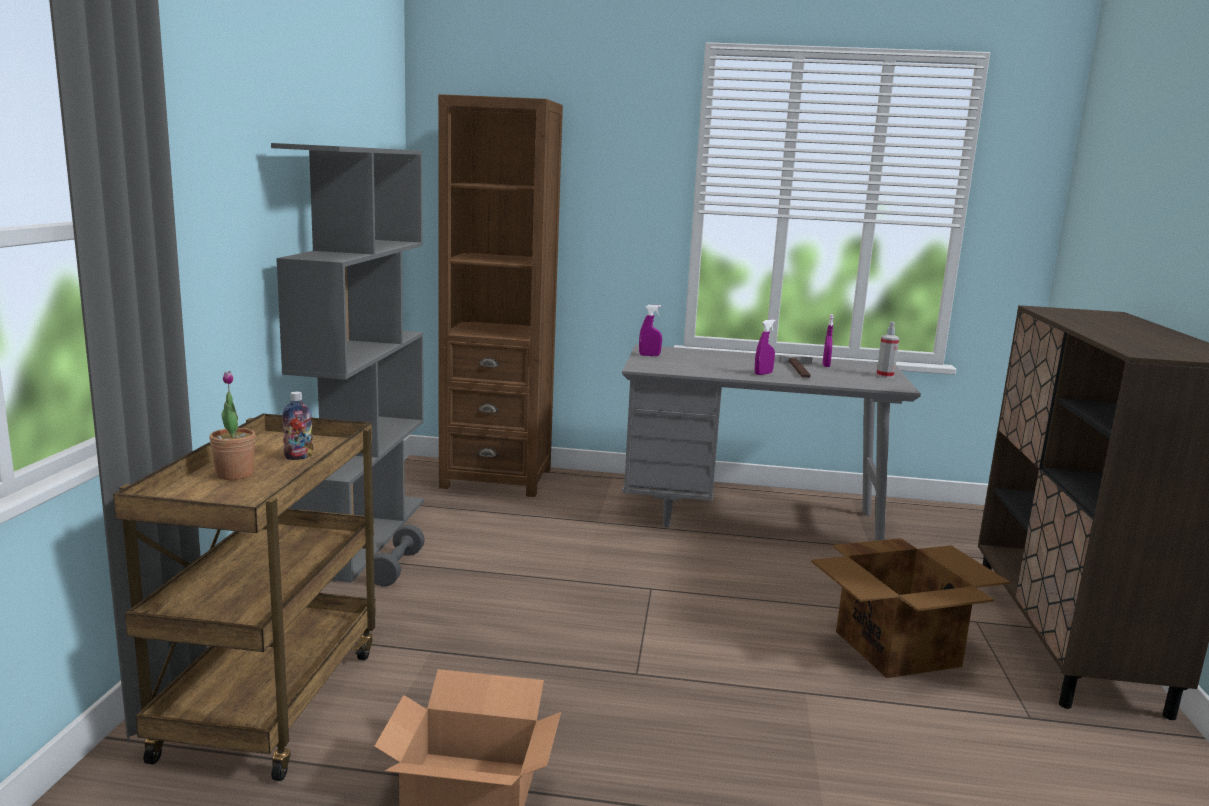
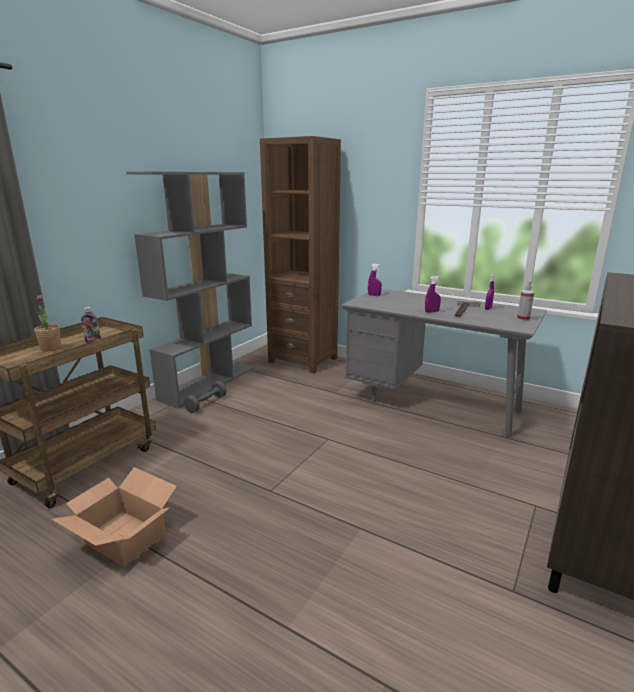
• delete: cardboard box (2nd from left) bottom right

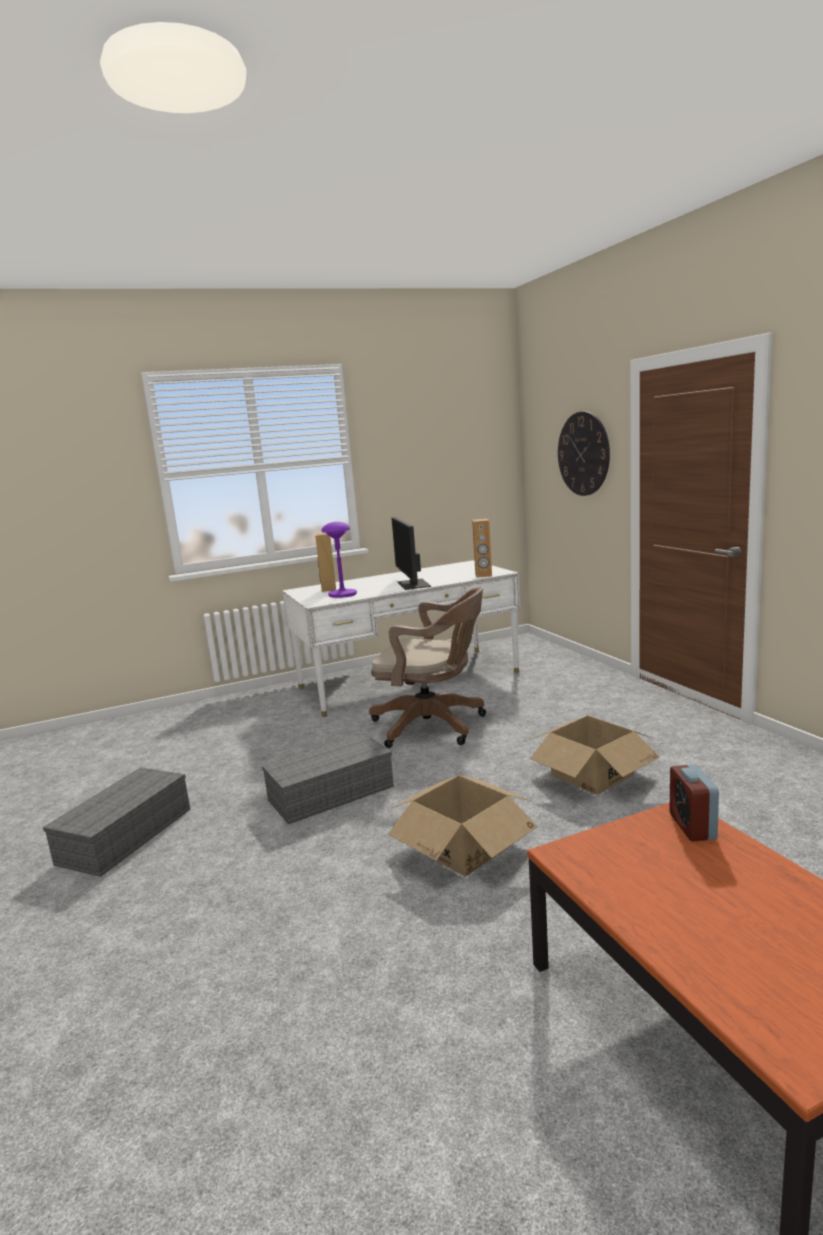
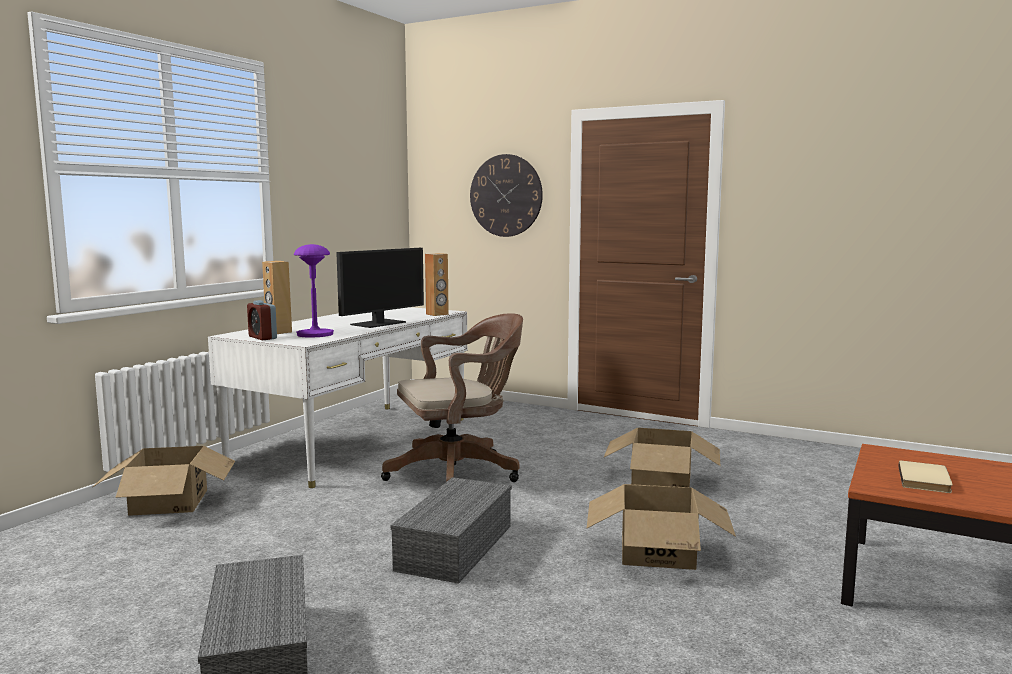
• rotate: monitor centre = centre 90 degrees counterclockwise
• move: alarm clock middle right to middle left
• insert: cardboard box (1st from left) bottom left
• insert: book in beige bottom right

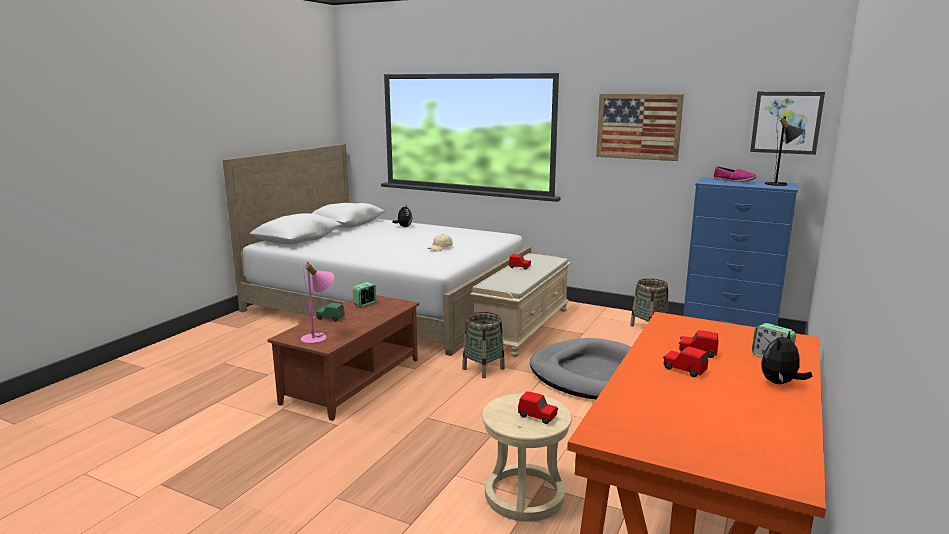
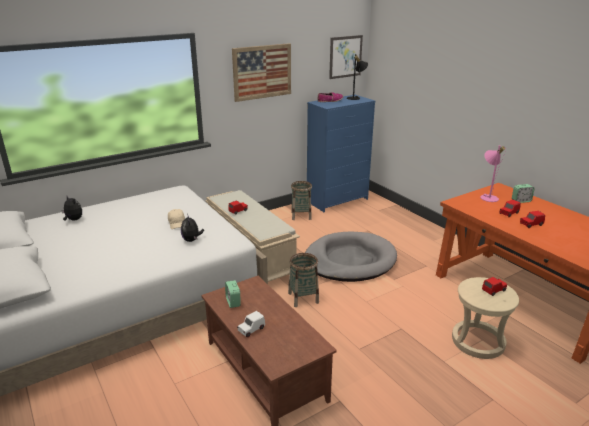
• move: table lamp in pink centre to middle right
• recolor: toy car in green centre to toy car in white bottom centre
• move: plush toy (2nd from left) bottom right to middle left

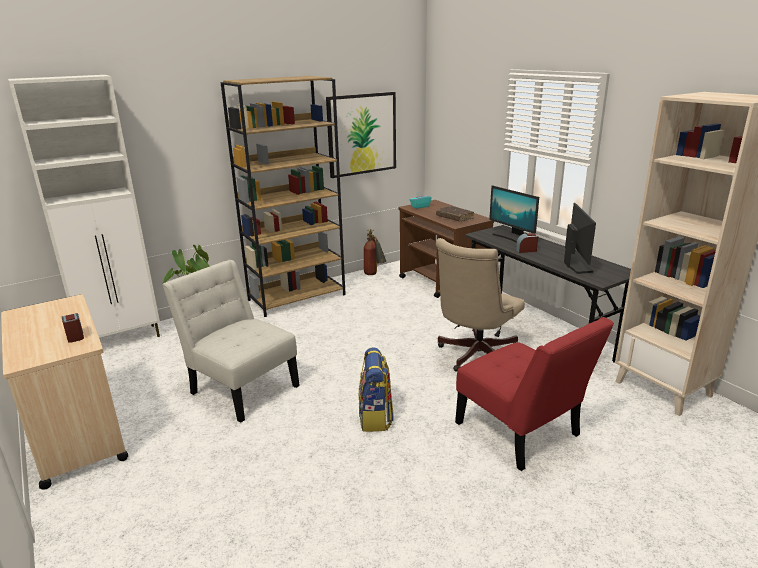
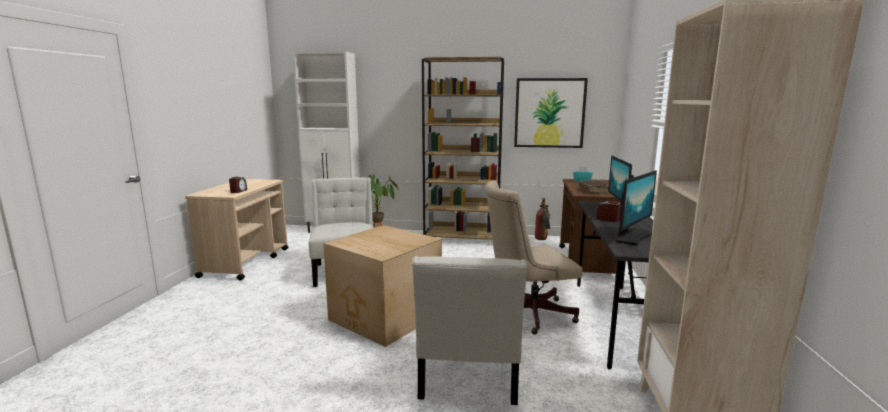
• replace: backpack bottom centre to cardboard box bottom centre
• recolor: chair in red bottom right to chair in white (2nd from left) bottom centre

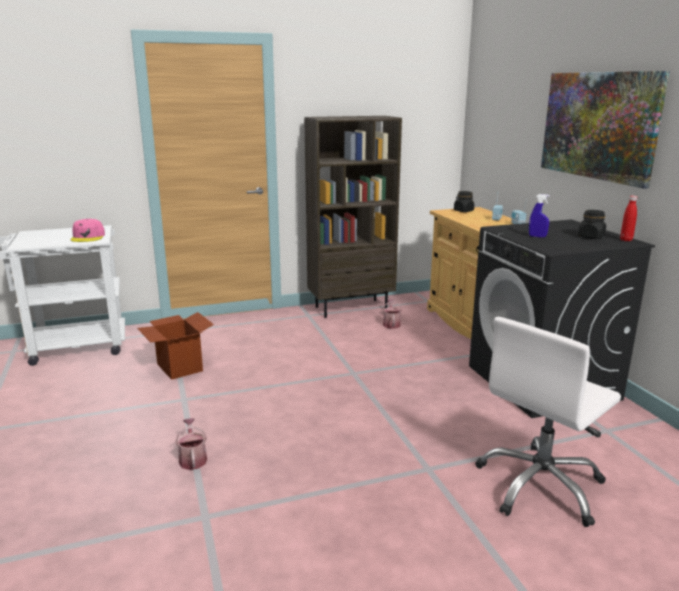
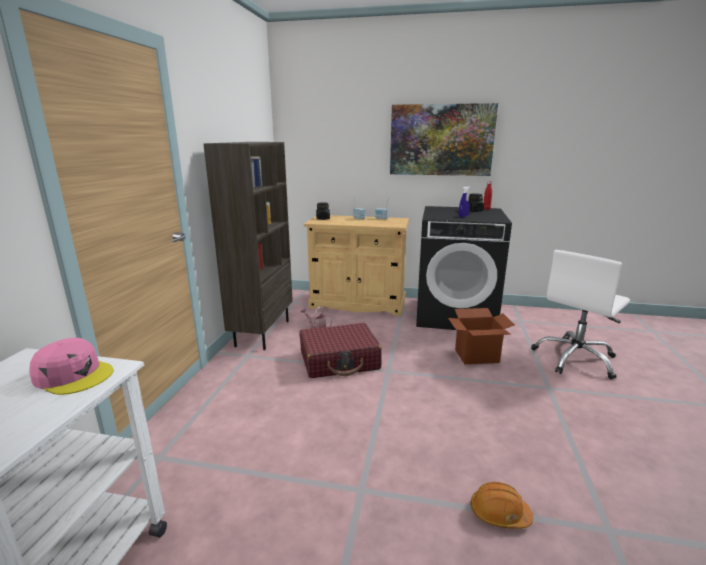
• move: cardboard box middle left to middle right
• replace: watering can (1st from left) bottom left to hard hat in orange bottom right
• rotate: office chair in white bottom right = middle right 60 degrees clockwise
• insert: suitcase in red centre

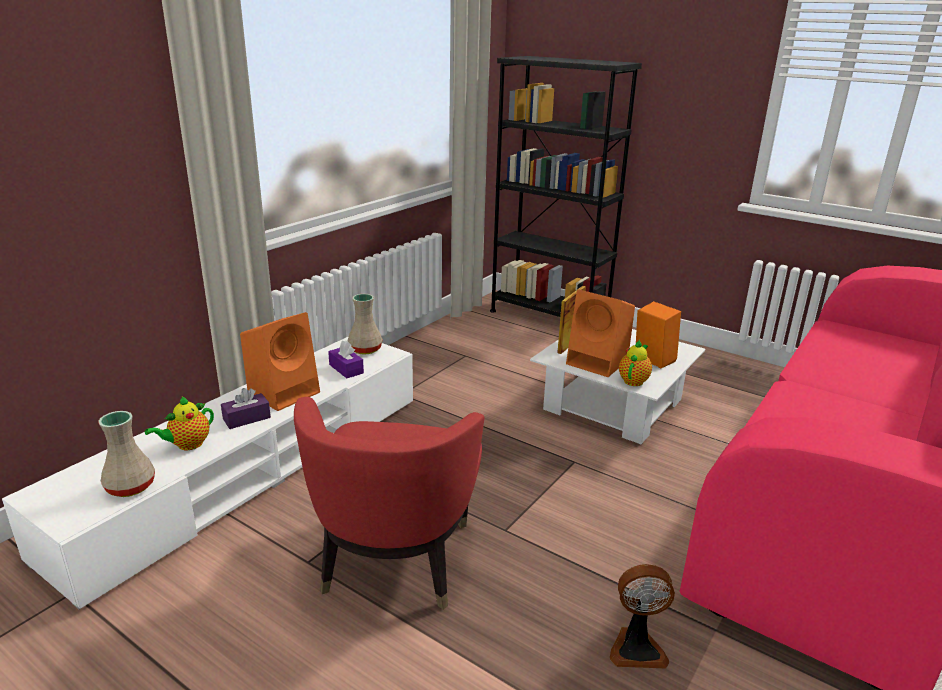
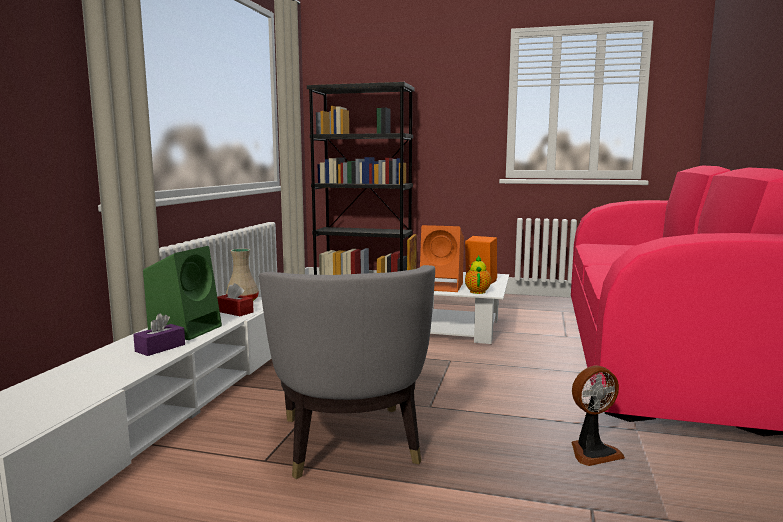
• delete: vase in beige (1st from left) middle left
• delete: teapot (1st from left) middle left
• recolor: speaker in orange (1st from left) middle left to speaker in green middle left
• recolor: armchair in red bottom centre to armchair in grey bottom centre
• recolor: tissue box in purple (2nd from left) centre to tissue box in red middle left

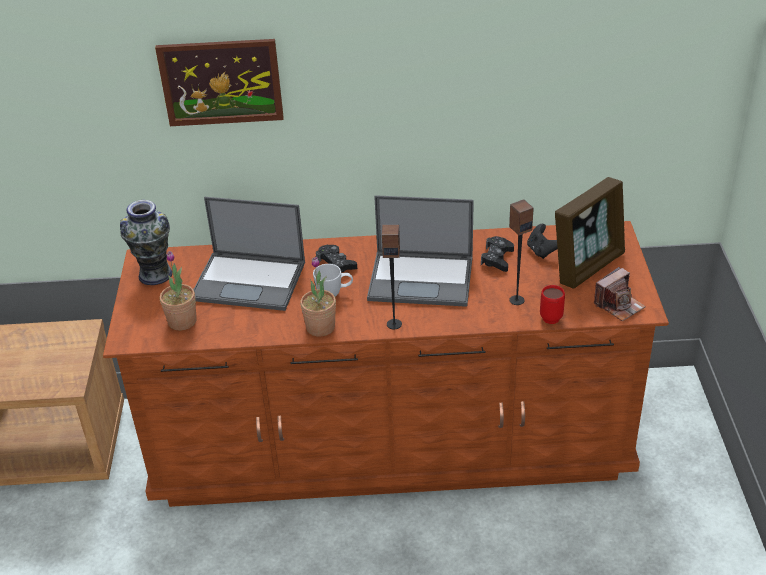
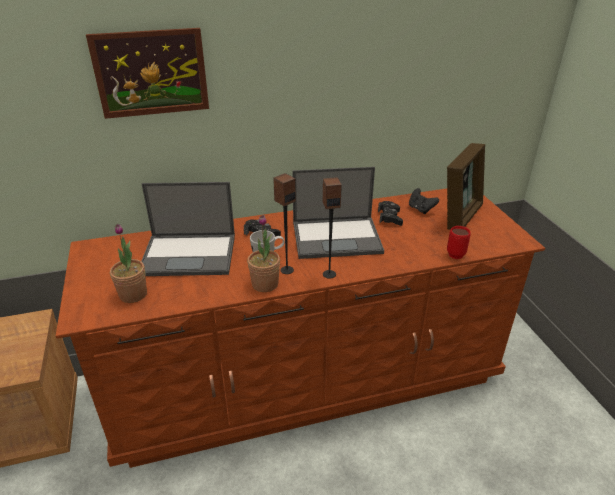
• delete: vase middle left
• move: speaker (2nd from left in the first image) middle right to speaker (1st from left) centre
• delete: photo camera middle right

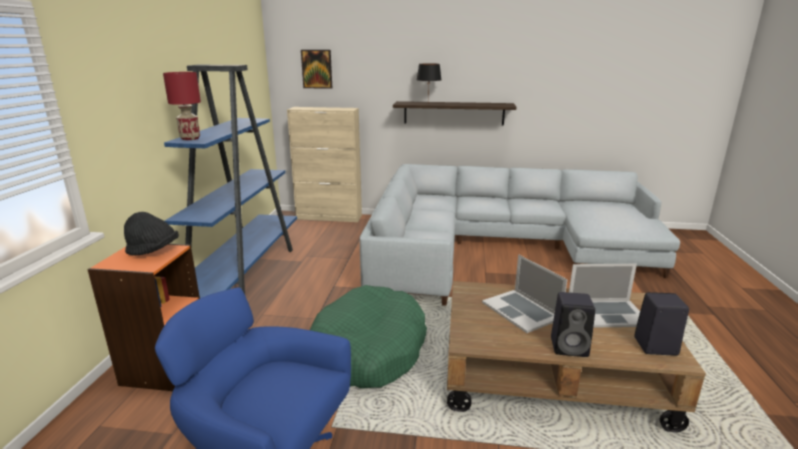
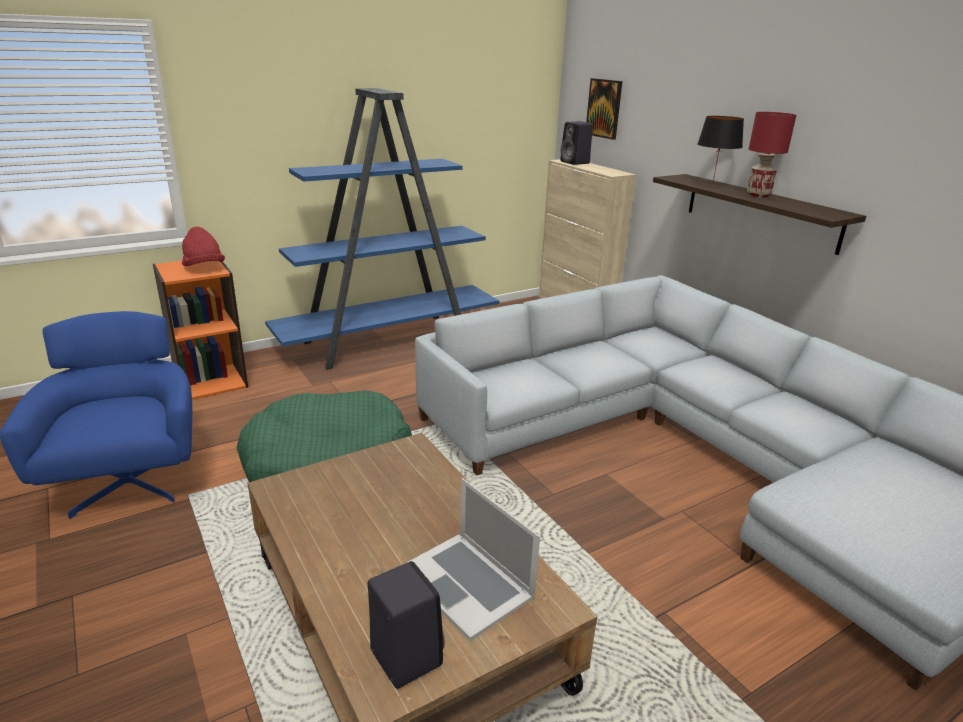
• recolor: hat in black middle left to hat in red middle left
• move: table lamp in red top left to top right
• delete: laptop (1st from left) centre
• move: speaker in black (1st from left in the first image) bottom right to speaker in black (2nd from left) top centre

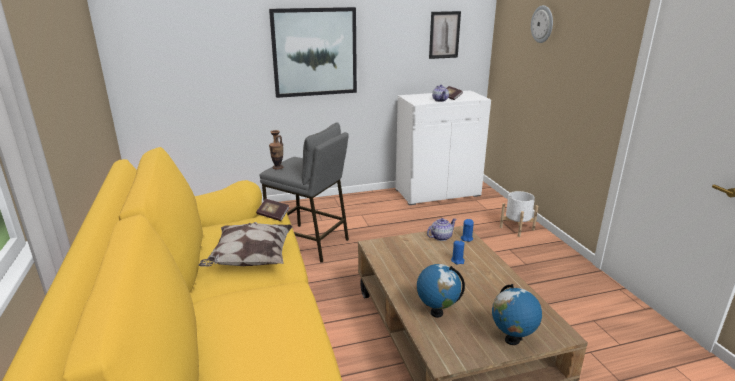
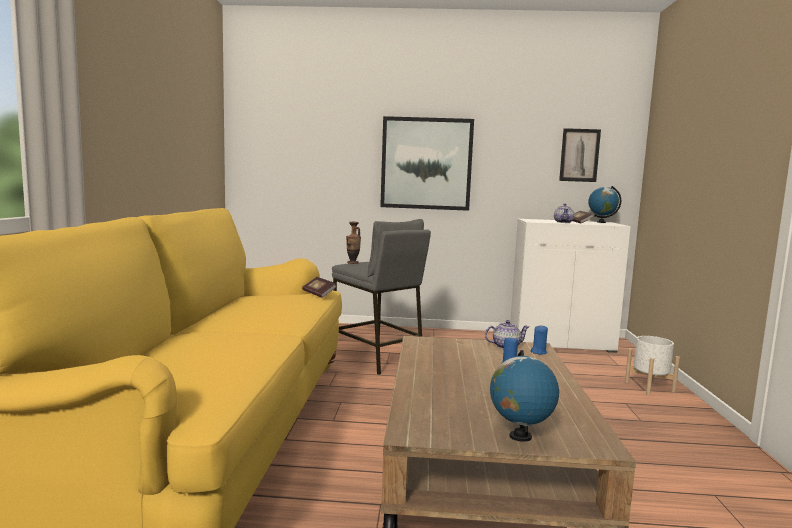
• delete: pillow centre
• move: globe (1st from left in the first image) bottom centre to globe (2nd from left) middle right
• delete: wall clock top right

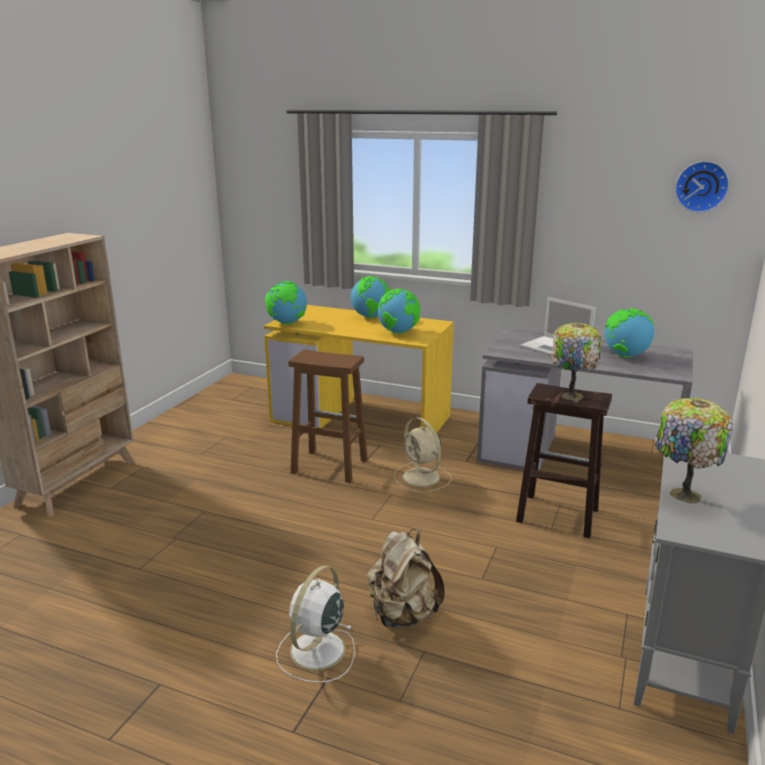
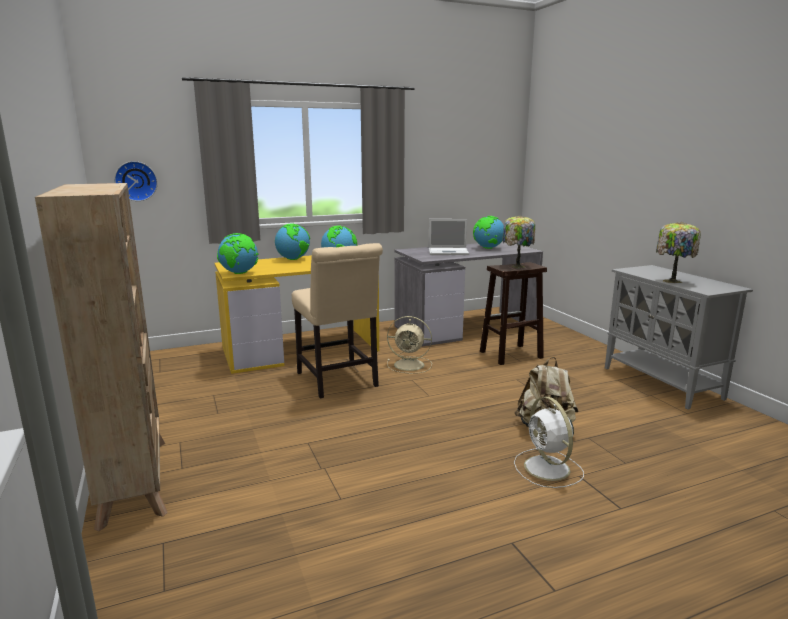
• replace: stool in brown (1st from left) centre to chair in beige centre
• move: wall clock top right to top left

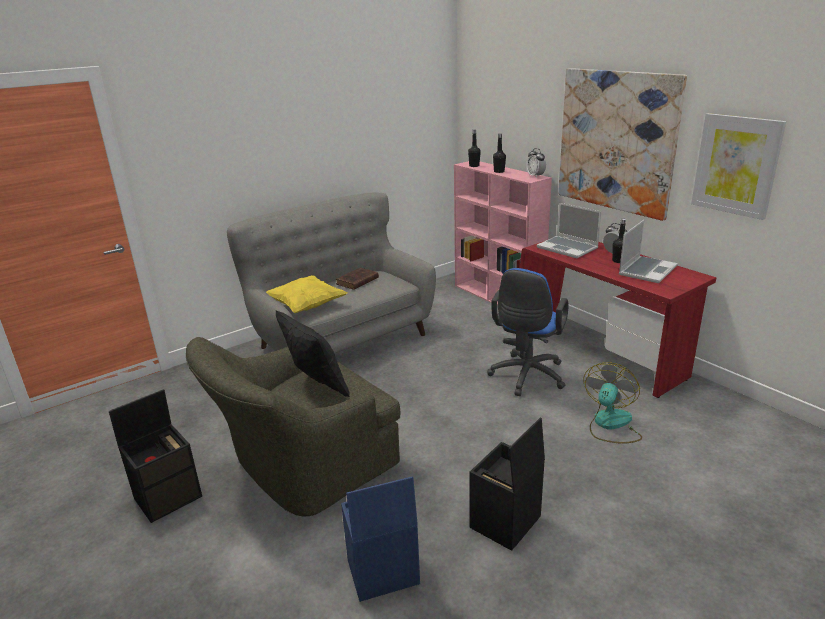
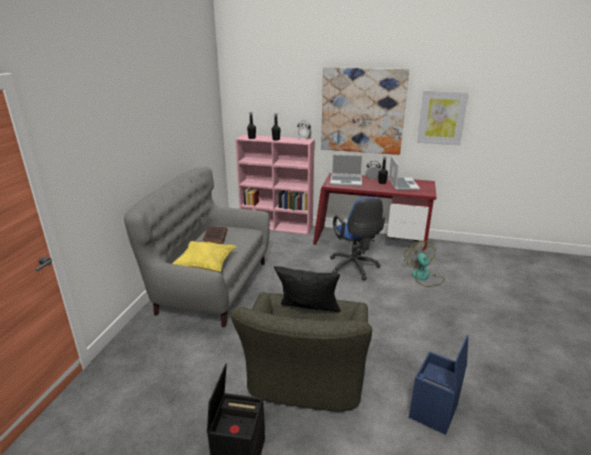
• delete: storage box in black (2nd from left) bottom centre

